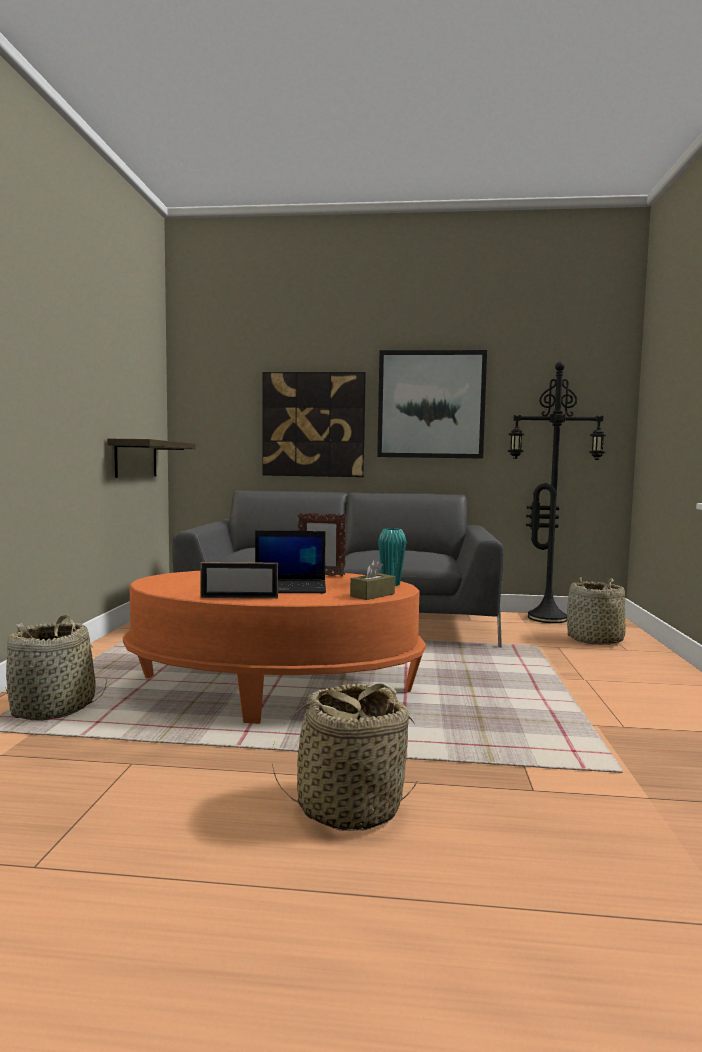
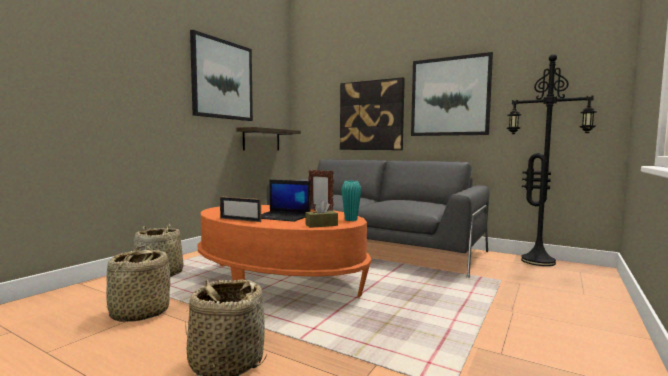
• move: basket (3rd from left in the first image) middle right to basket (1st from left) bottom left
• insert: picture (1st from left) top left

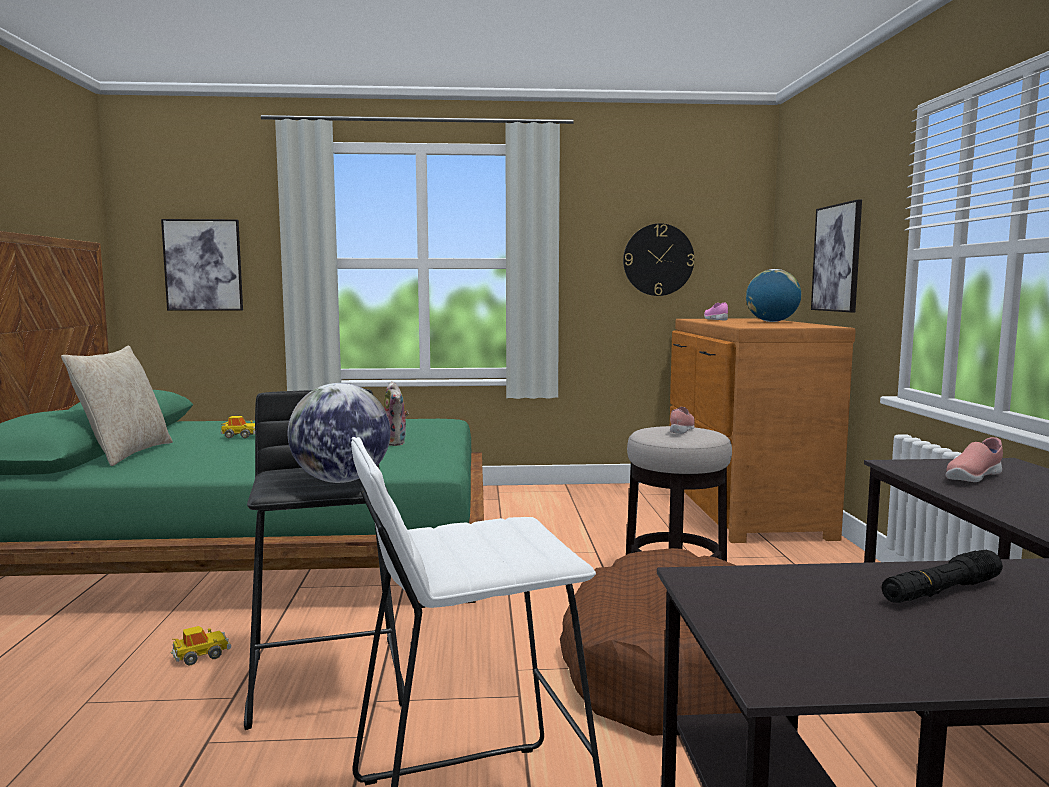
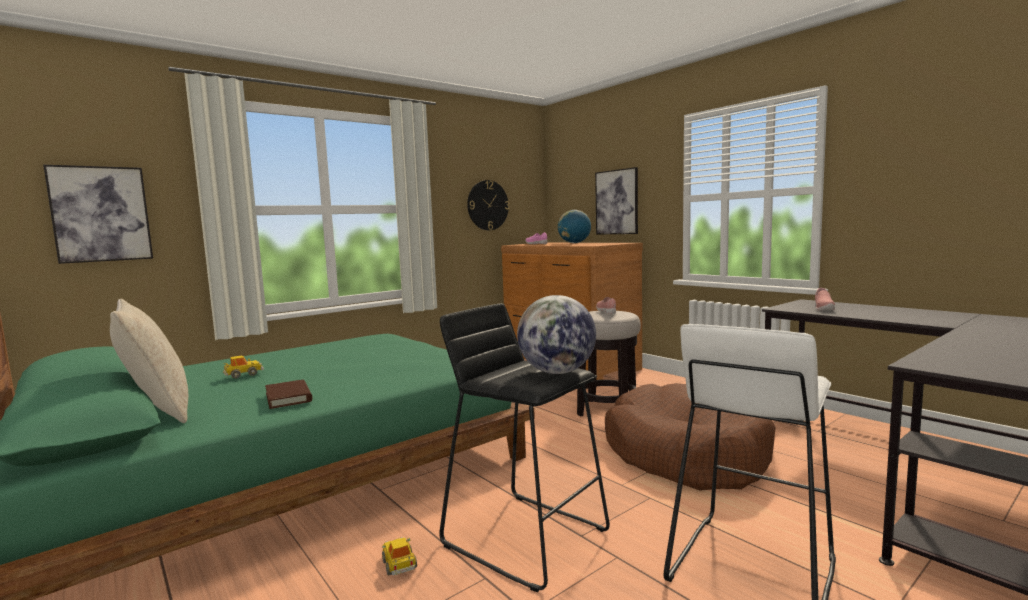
• rotate: toy car (1st from left in the first image) bottom left = bottom centre 45 degrees counterclockwise
• delete: plush toy centre
• delete: flashlight in black bottom right
• insert: book in brown middle left

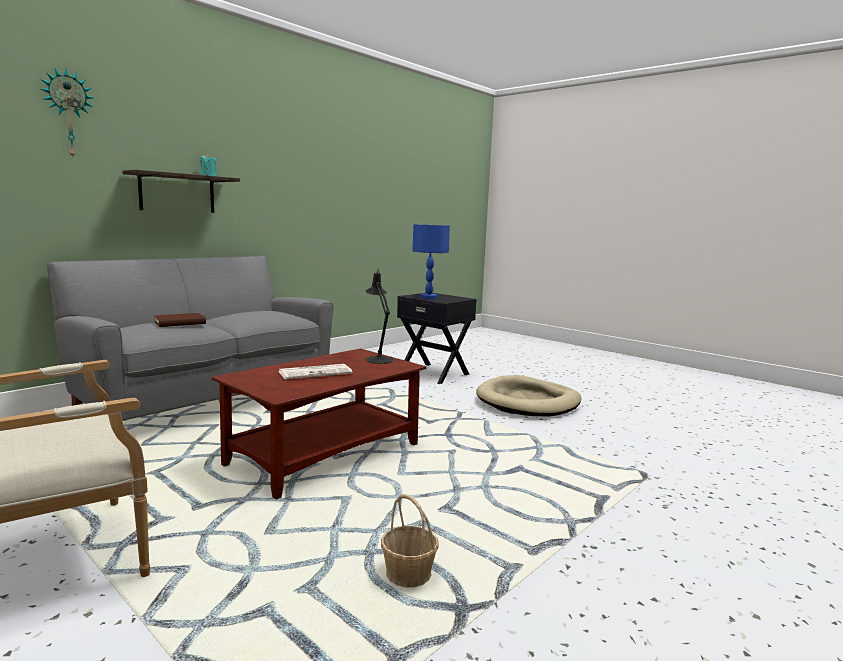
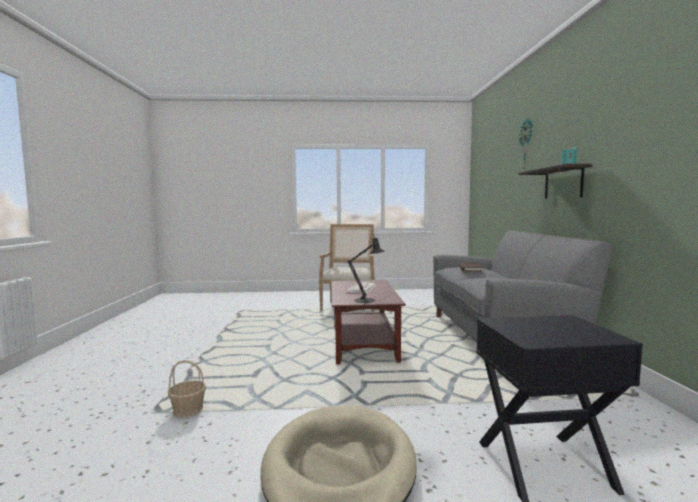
• move: basket bottom centre to bottom left
• delete: table lamp in blue centre

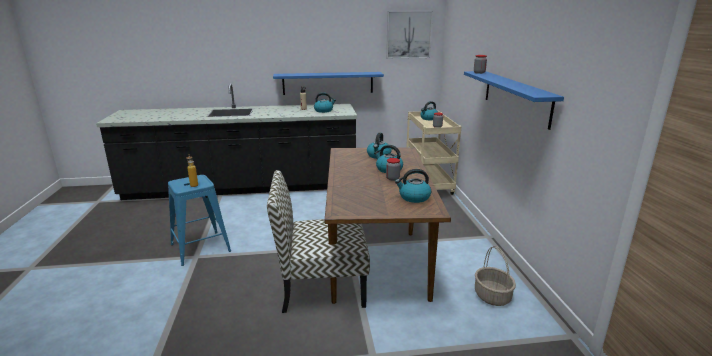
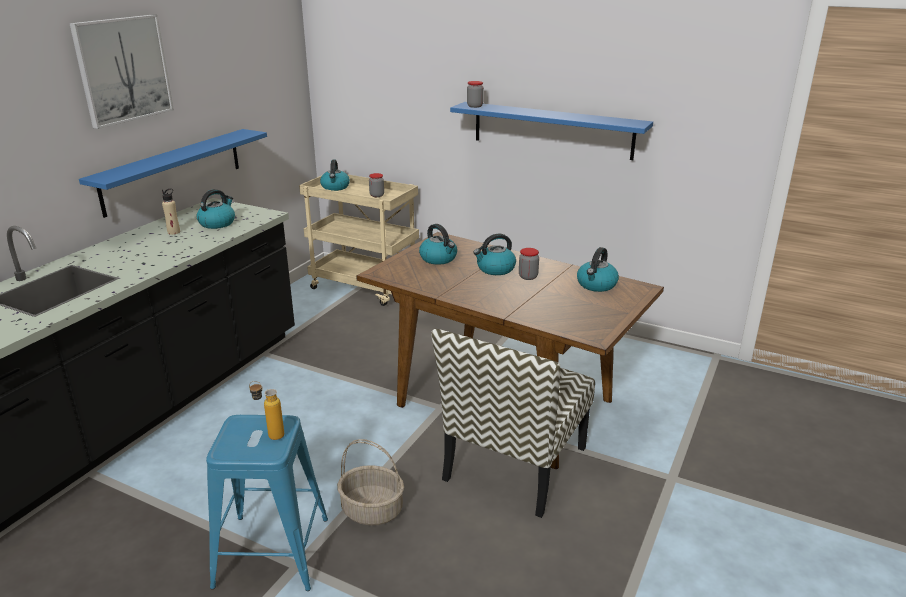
• move: picture top centre to top left
• move: basket bottom right to bottom centre

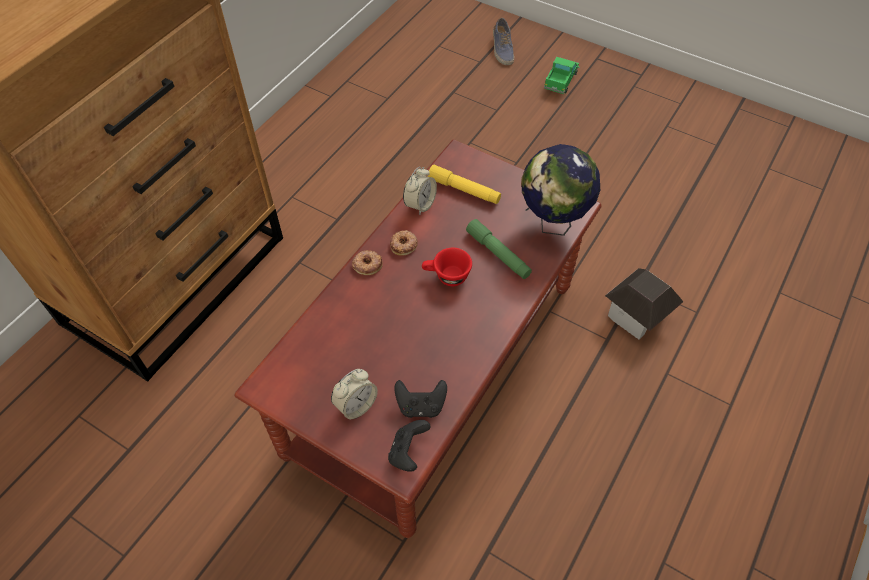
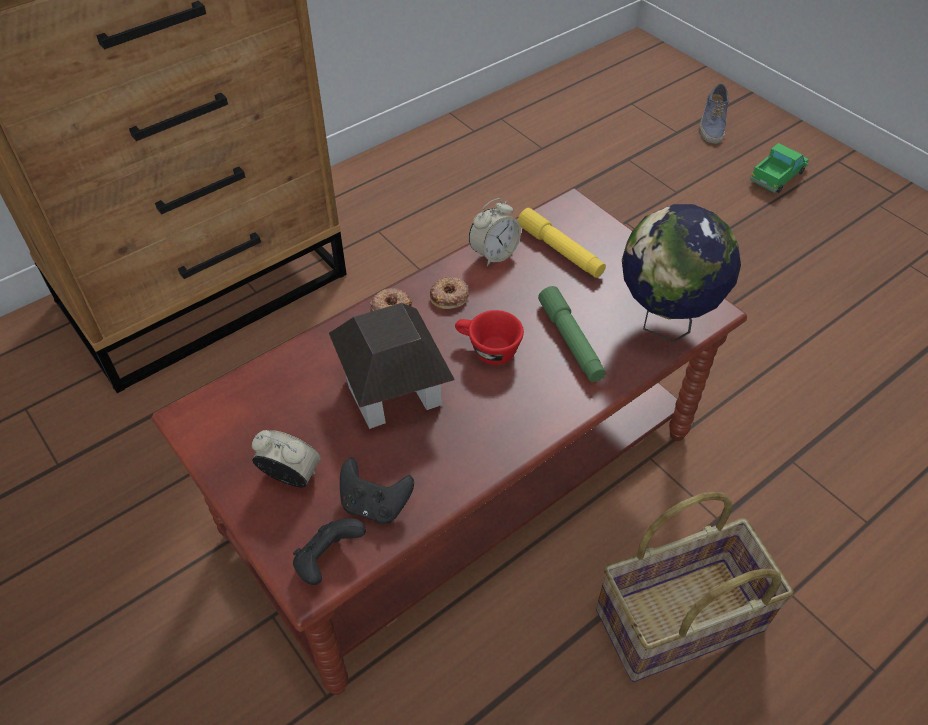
• rotate: alarm clock (1st from left) bottom centre = middle left 135 degrees counterclockwise
• move: toy house middle right to centre
• insert: basket bottom right

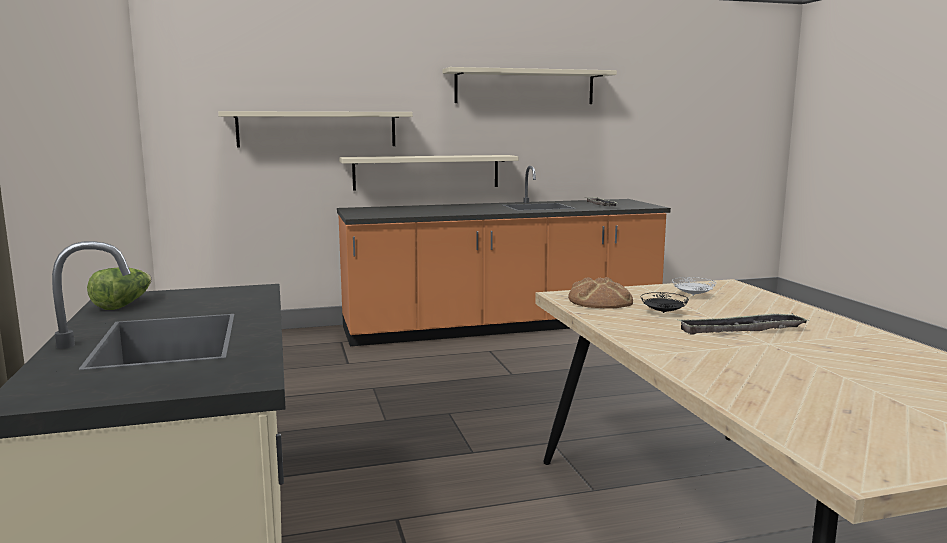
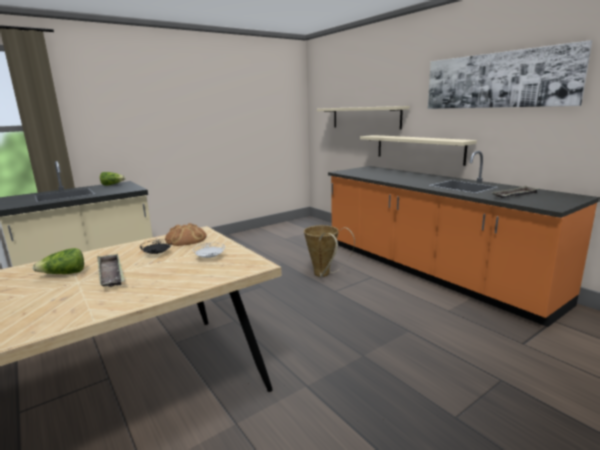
• replace: shelf in beige (3rd from left) top centre to picture top right
• insert: lettuce (1st from left) middle left
• insert: basket centre

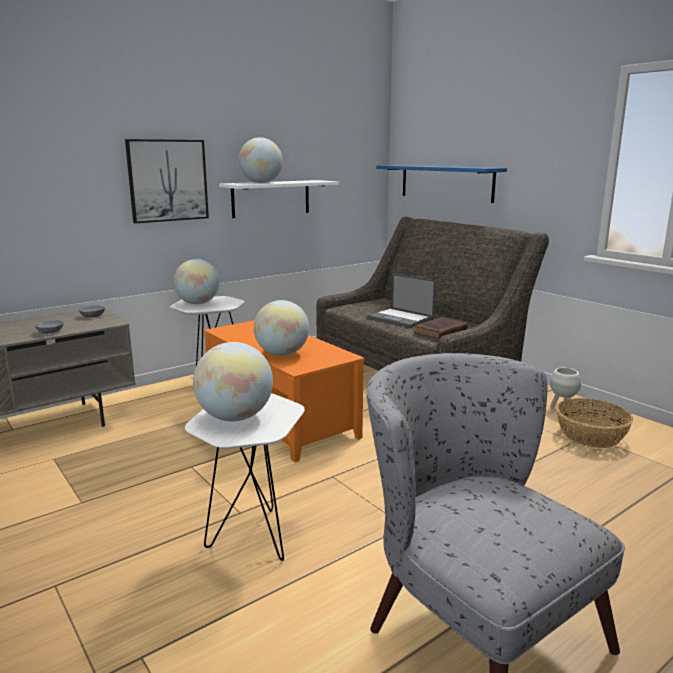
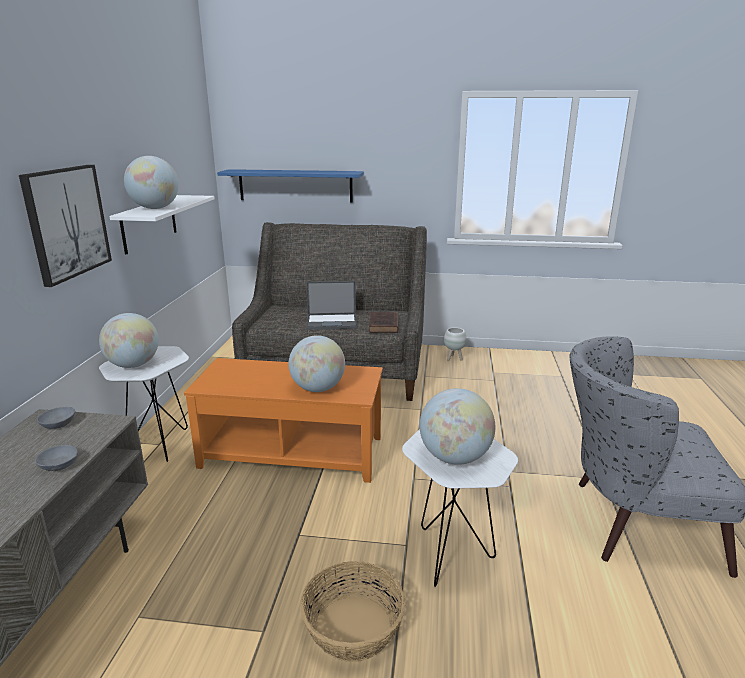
• move: basket middle right to bottom centre

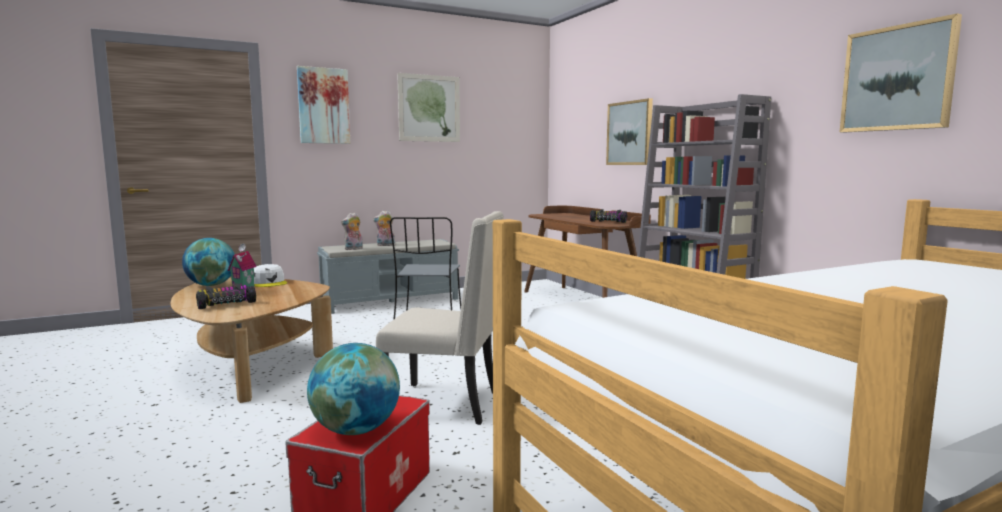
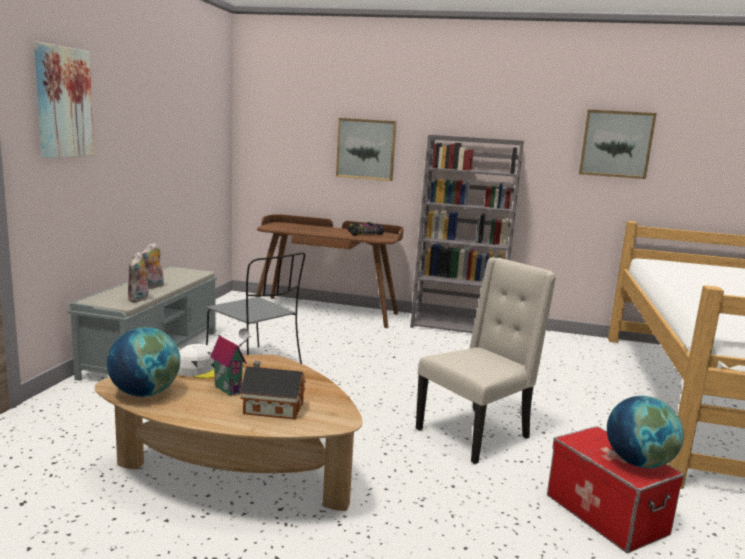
• replace: toy car (1st from left) middle left to toy house (2nd from left) bottom centre
• delete: picture (2nd from left) top centre

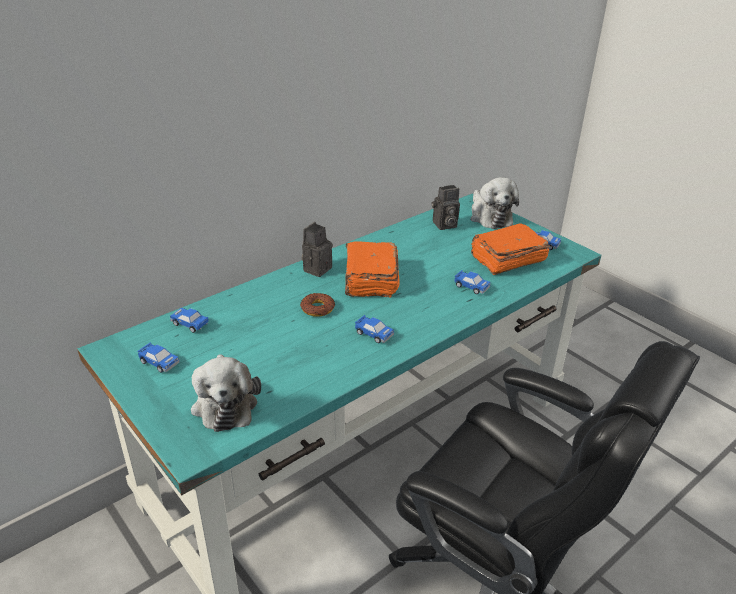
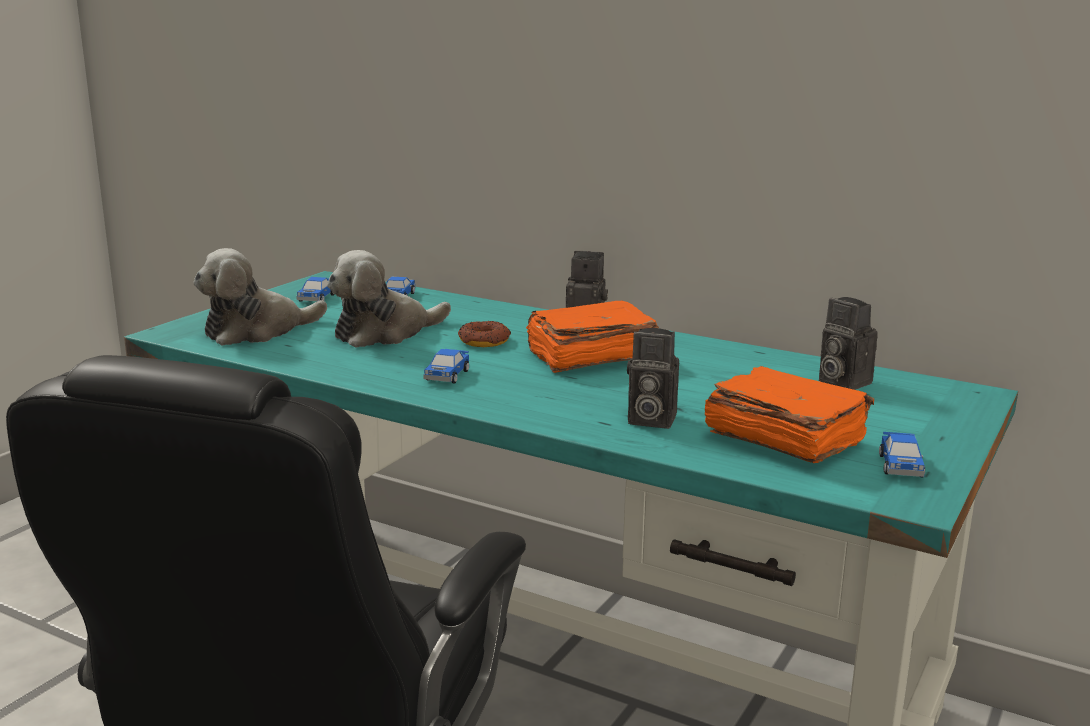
• replace: toy car (4th from left) centre to photo camera (2nd from left) centre
• move: plush toy (2nd from left) middle right to centre

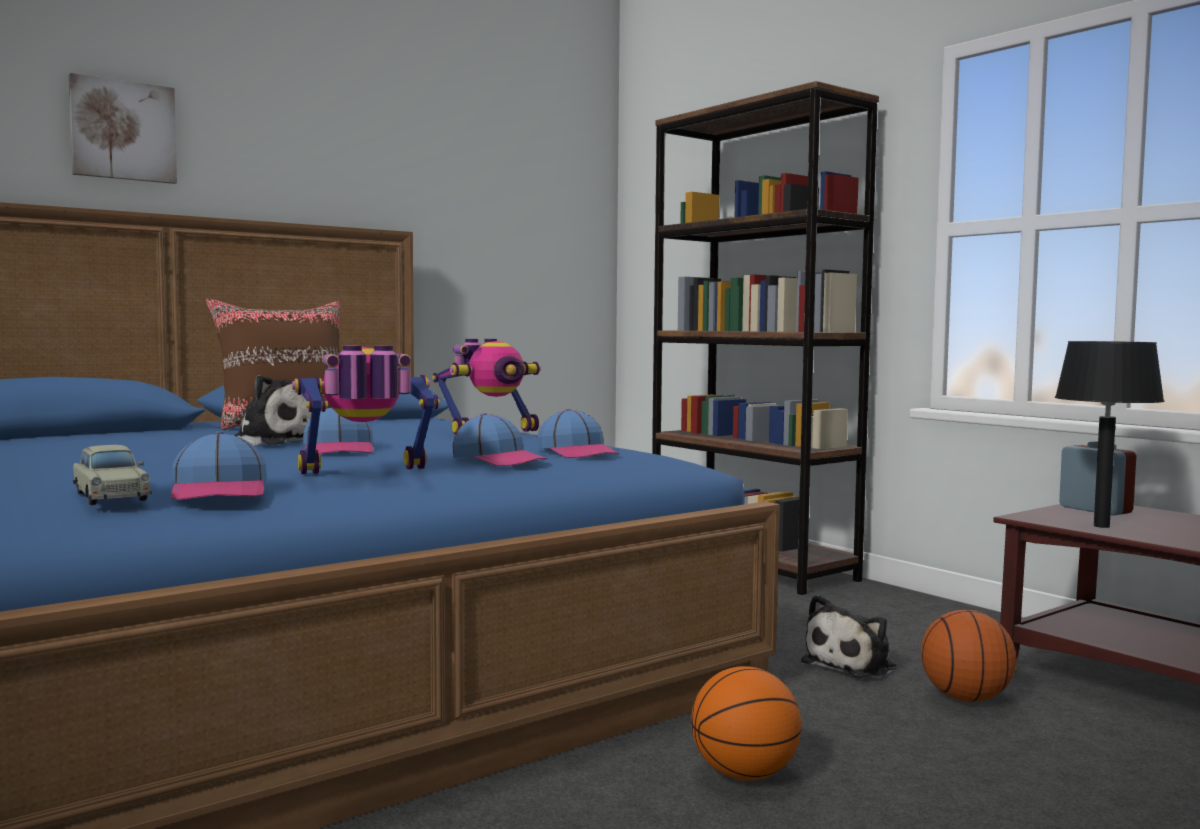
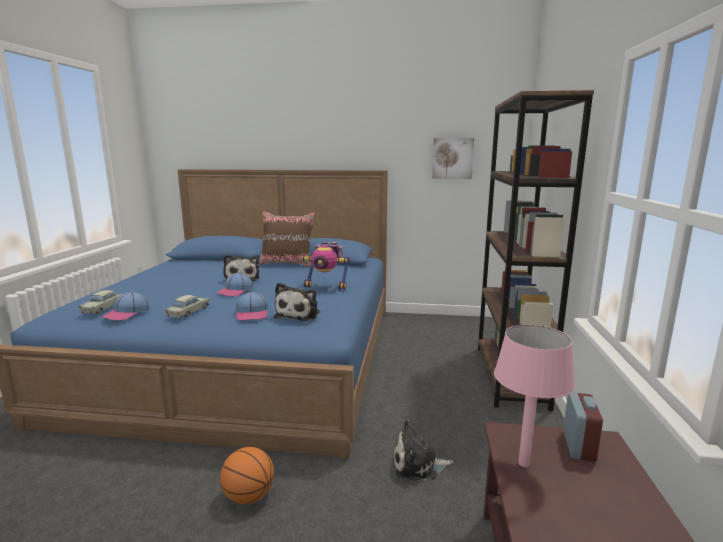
• move: picture top left to top centre
• replace: toy robot (1st from left) middle left to toy car in beige (2nd from left) middle left
• replace: cap (4th from left) centre to plush toy (2nd from left) centre
• delete: basketball (2nd from left) bottom right
• recolor: table lamp in black middle right to table lamp in pink bottom right

